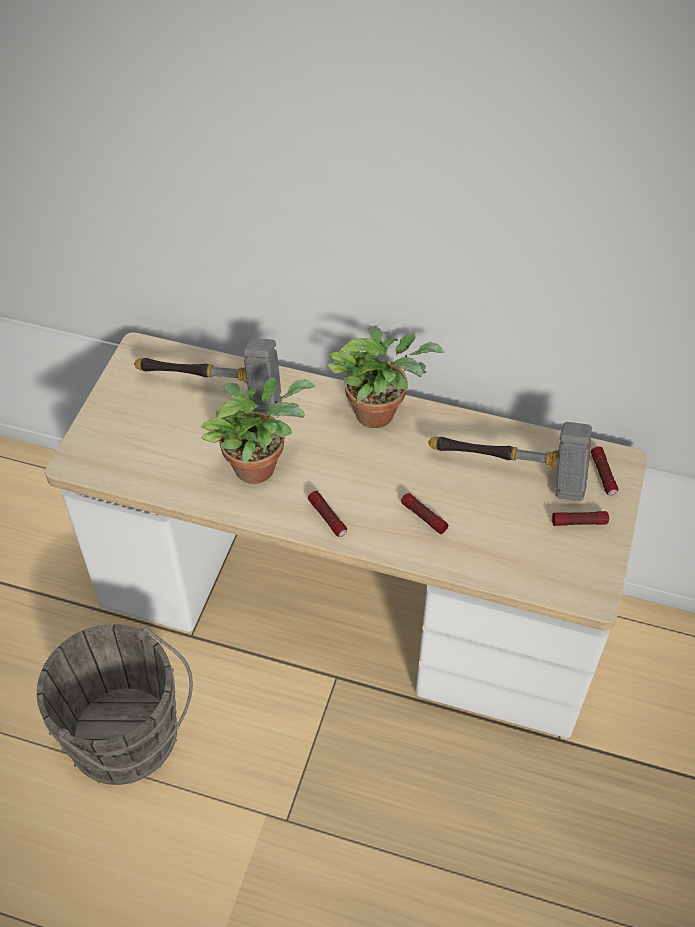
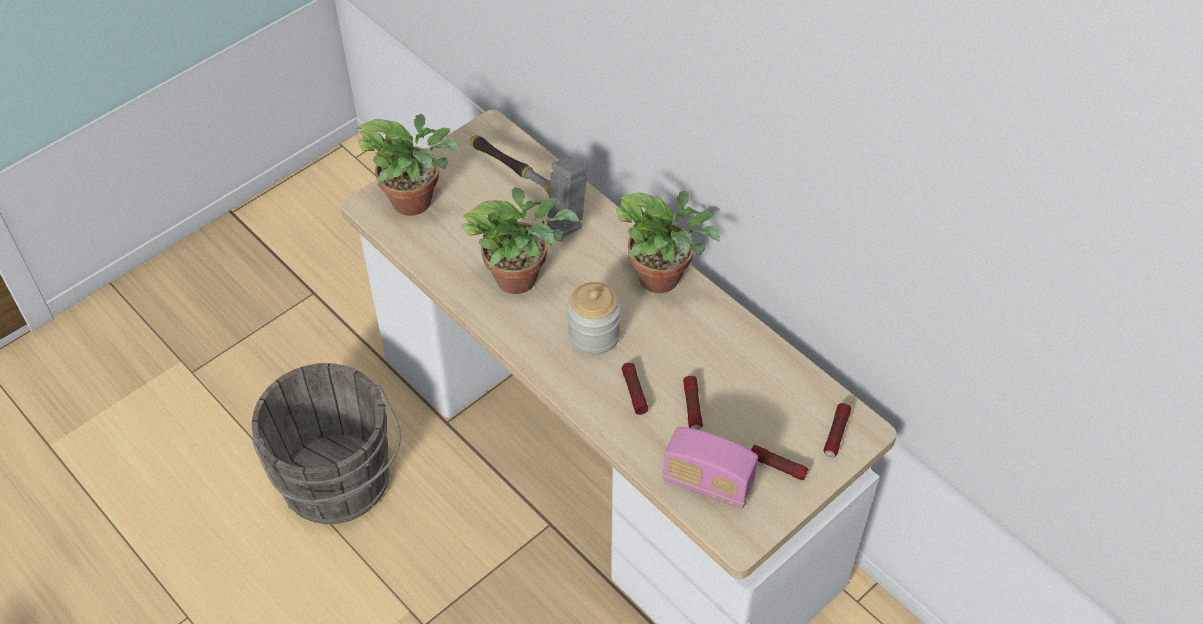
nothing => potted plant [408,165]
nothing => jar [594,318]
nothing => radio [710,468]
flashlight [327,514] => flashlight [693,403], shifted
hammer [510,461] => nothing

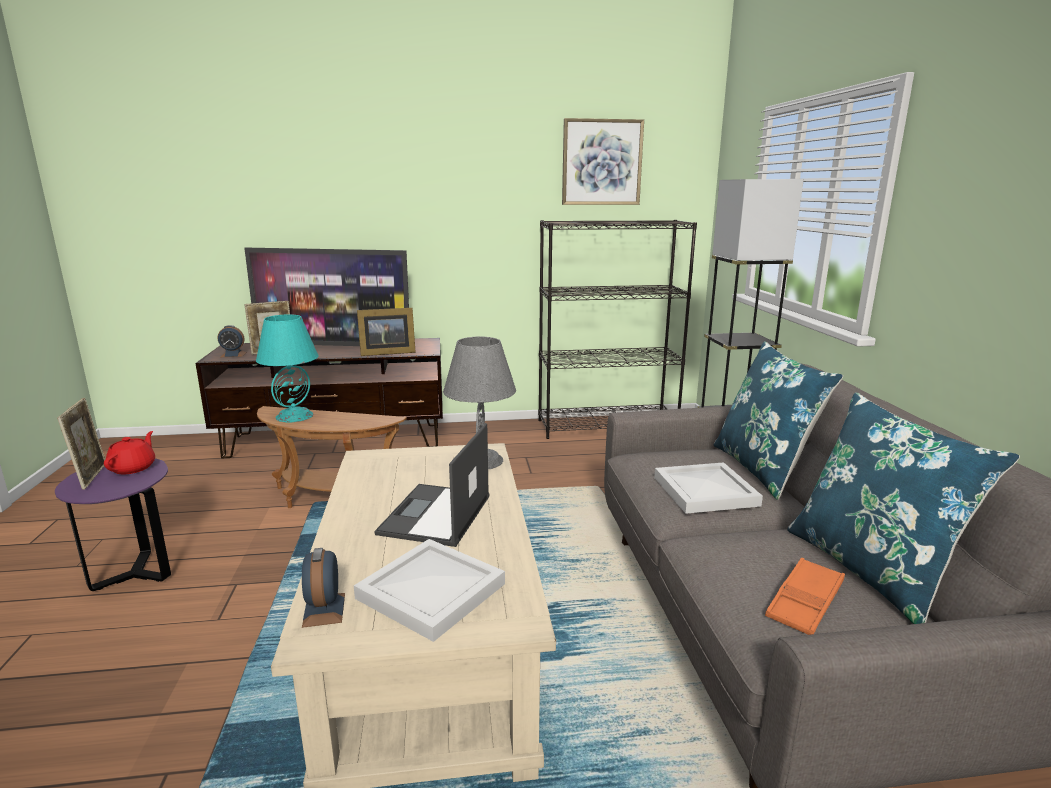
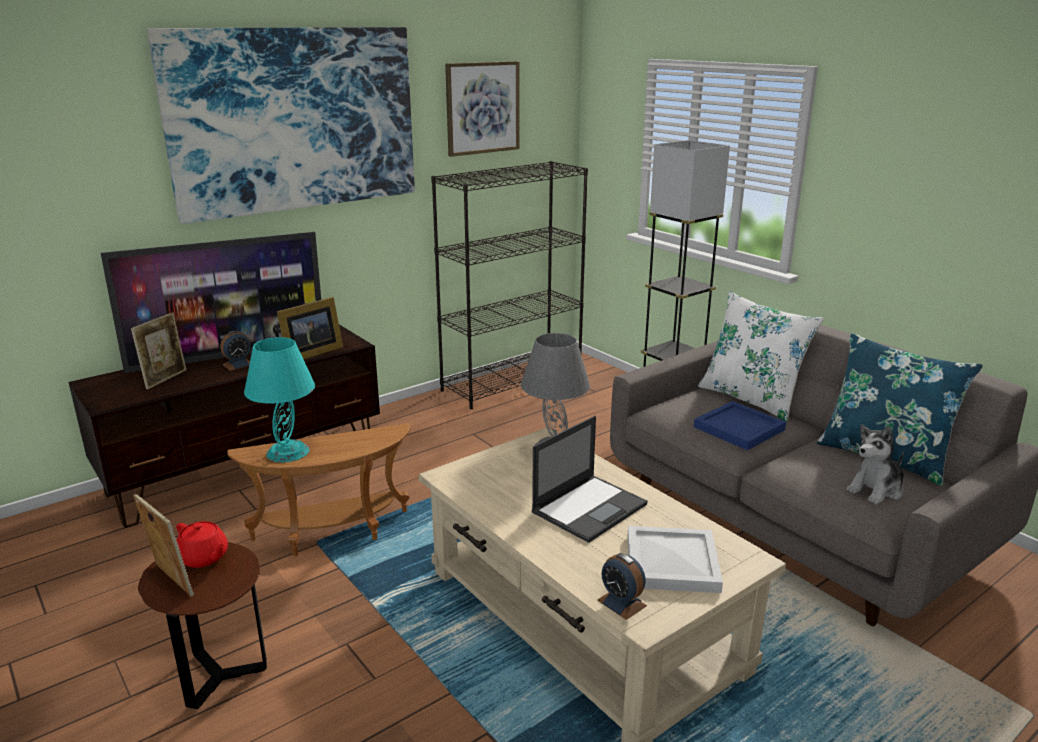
purple side table [113,525] => brown side table [202,625]
nothing => picture [281,125]
red teapot [129,452] => red teapot [202,544], 150 degrees clockwise
alarm clock [232,341] => alarm clock [235,350], shifted
laptop [431,485] => laptop [590,479], 120 degrees counterclockwise
white tray [708,488] => blue tray [740,425]
blue pillow [778,420] => white pillow [761,357]
orange tray [805,596] => plush toy [875,464]

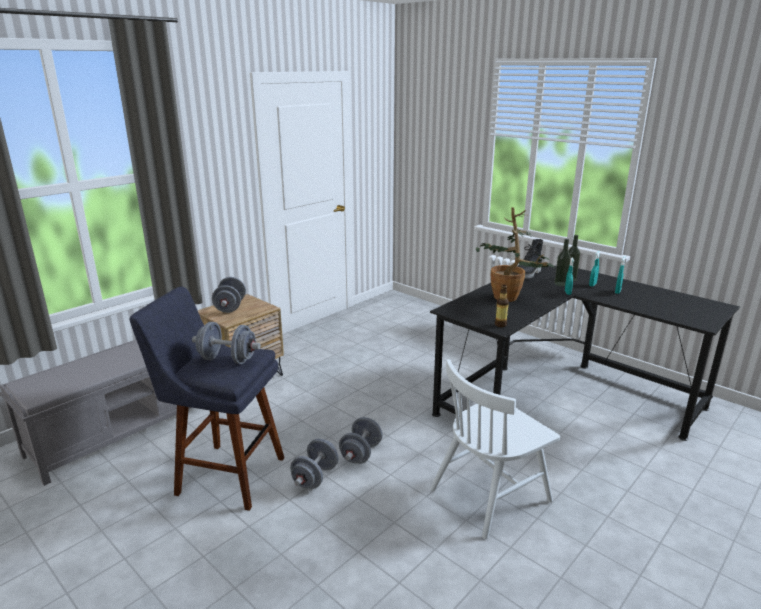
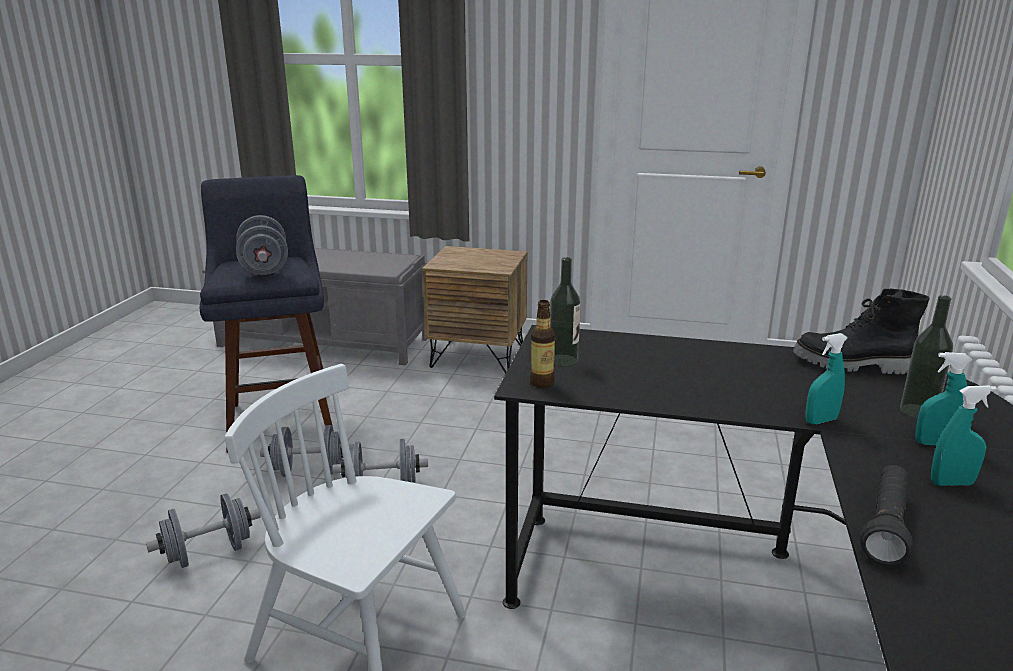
grey dumbbell [229,295] => grey dumbbell [203,530], shifted
bottle [562,262] => bottle [565,312], shifted
nothing => black flashlight [886,515]
potted plant [515,254] => nothing

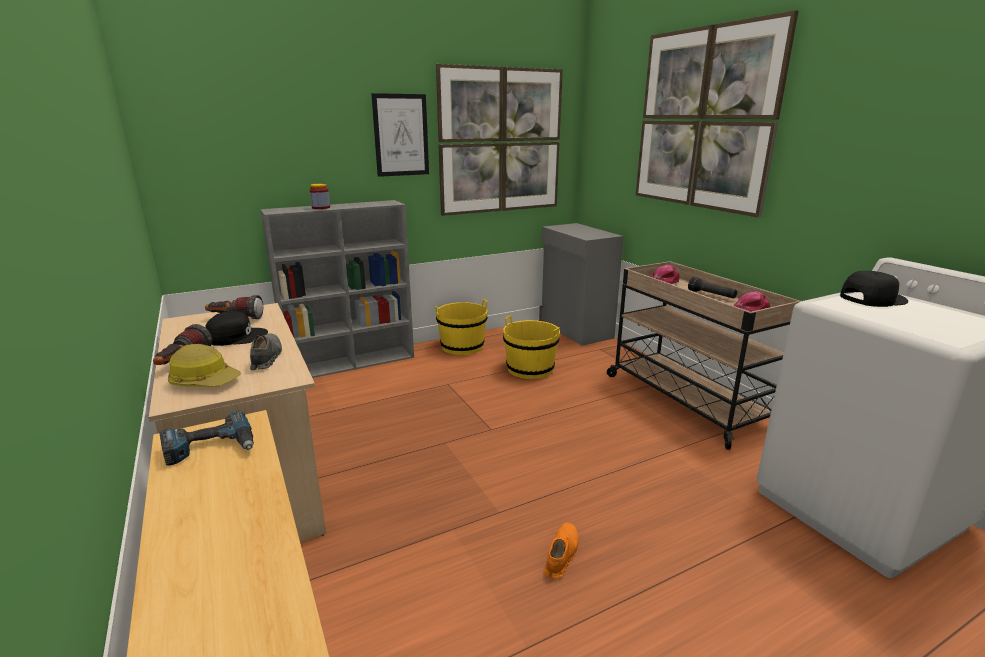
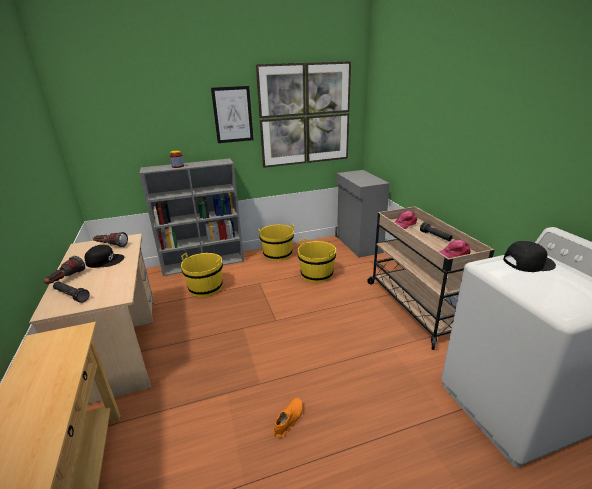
hard hat [204,365] => black flashlight [71,292]
nothing => yellow bucket [202,275]
power drill [206,438] => nothing
grey shoe [266,352] => nothing
picture [717,114] => nothing

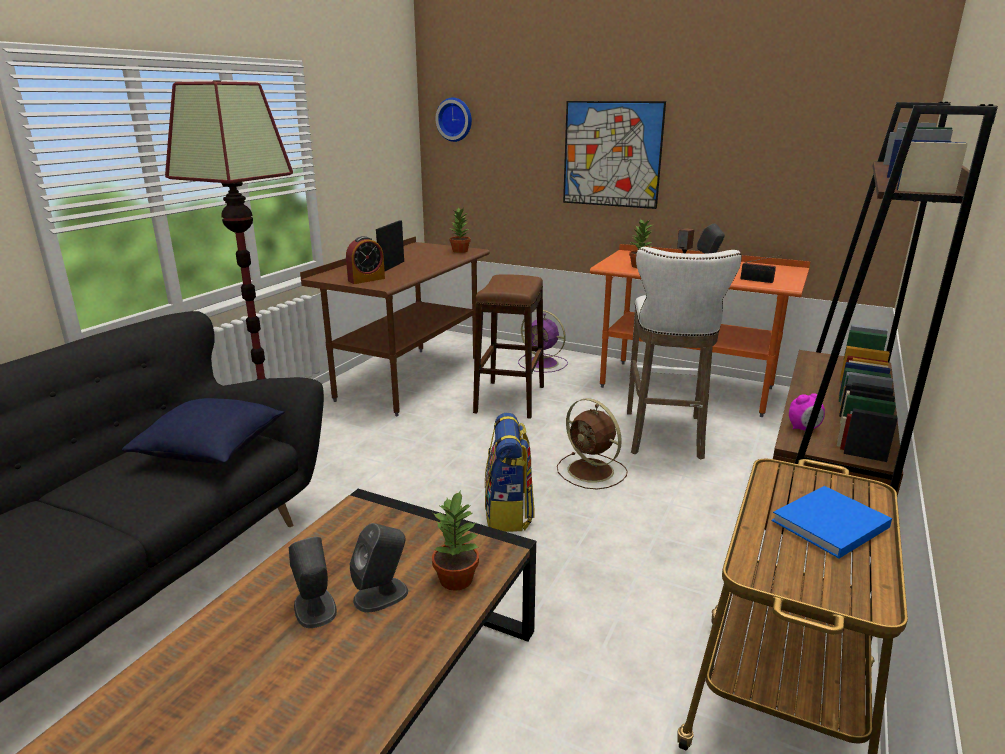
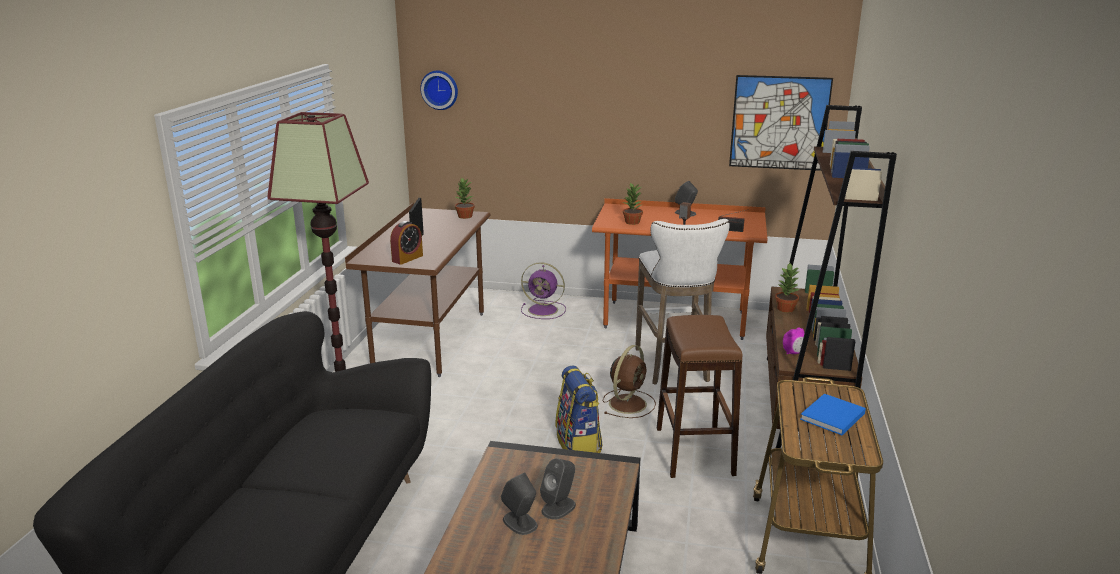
brown fan [592,443] => brown fan [629,381], 90 degrees counterclockwise
brown stool [508,346] => brown stool [699,396], shifted
picture [614,155] => picture [781,123], shifted
potted plant [455,541] => potted plant [787,288], shifted
blue pillow [203,431] => nothing

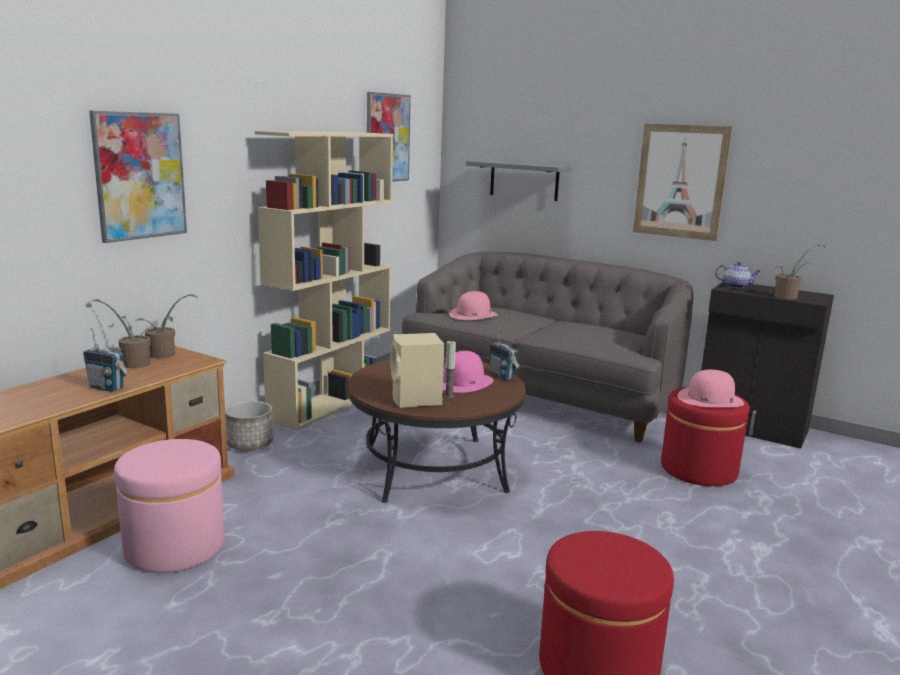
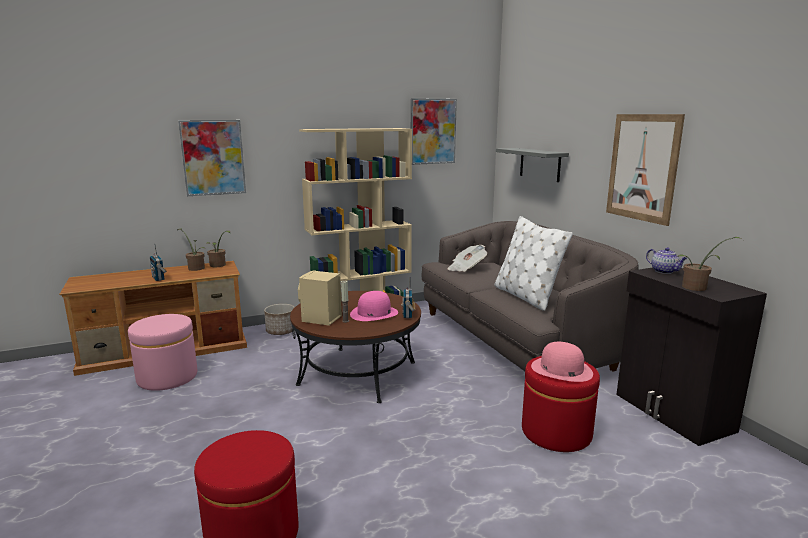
pink hat [473,305] => newspaper [467,258]
nothing => white pillow [533,263]

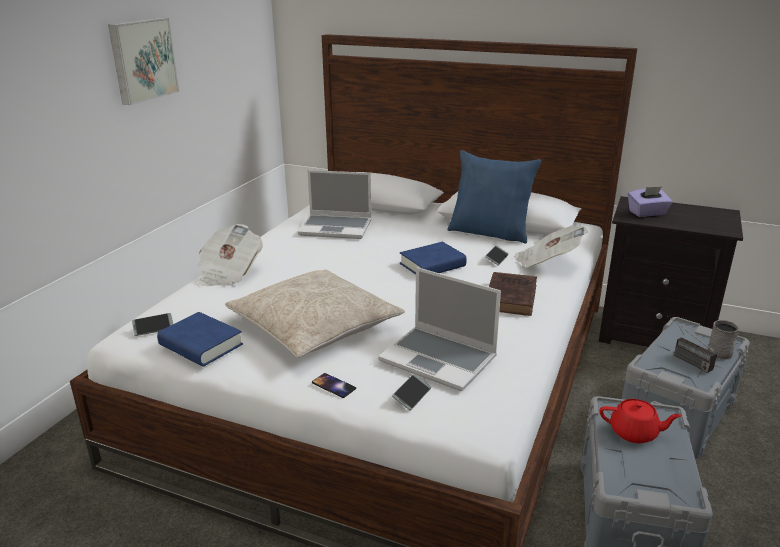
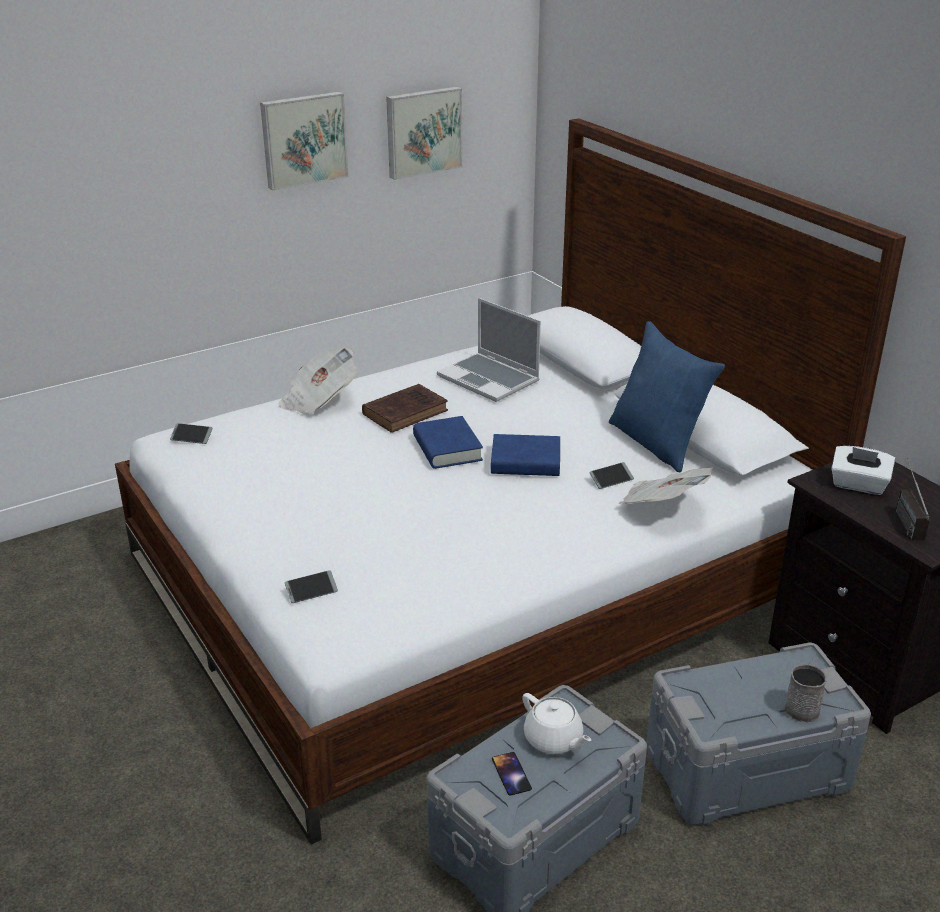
brown book [513,294] => brown book [405,408], shifted
nothing => picture [424,133]
blue book [200,339] => blue book [448,442], shifted
phone [334,385] => phone [512,774], shifted
red teapot [640,421] => white teapot [556,723]
purple tissue box [650,201] => white tissue box [863,470]
radio [692,344] => radio [913,499], shifted
beige pillow [315,314] => nothing
laptop [439,329] => nothing

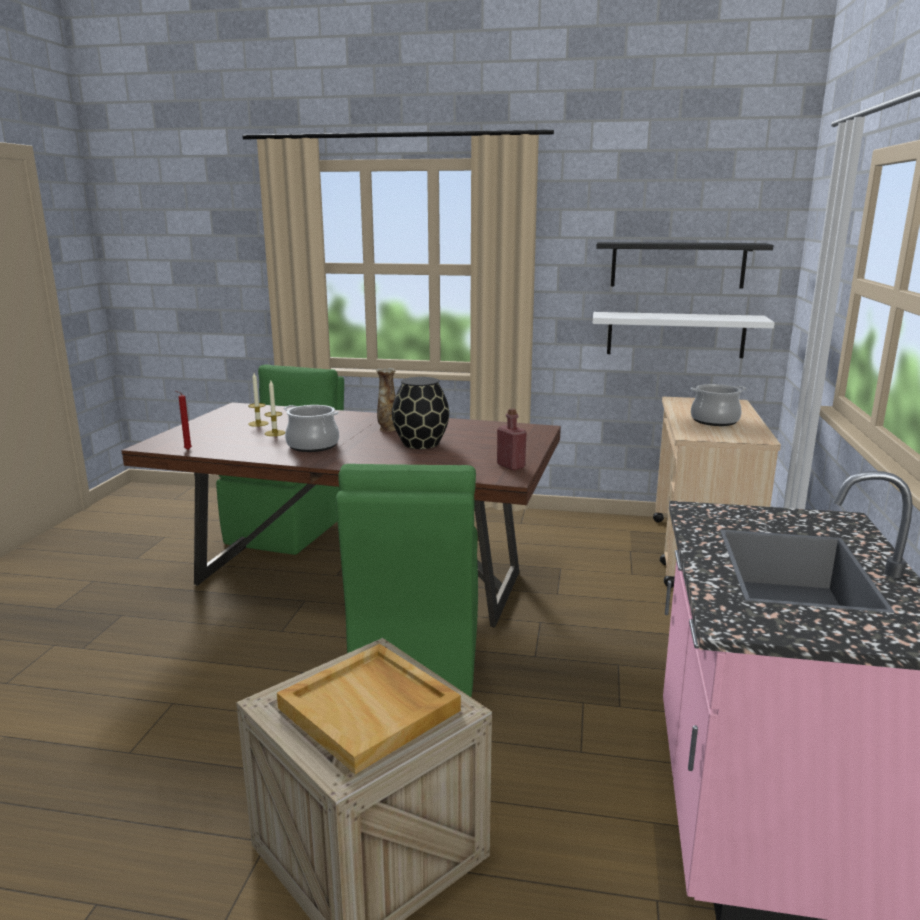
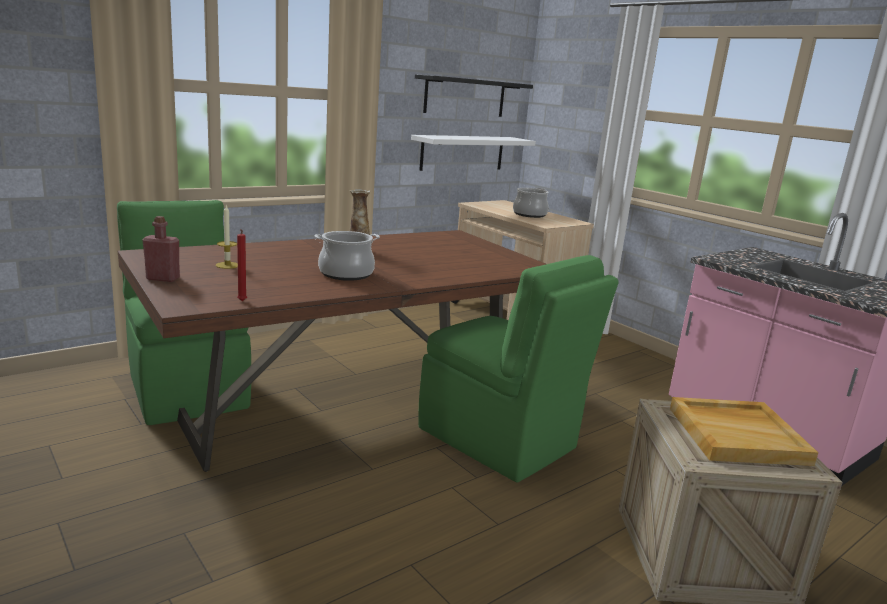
red bottle [512,439] => red bottle [161,249], shifted
candle [274,408] => nothing
black vase [420,413] => nothing

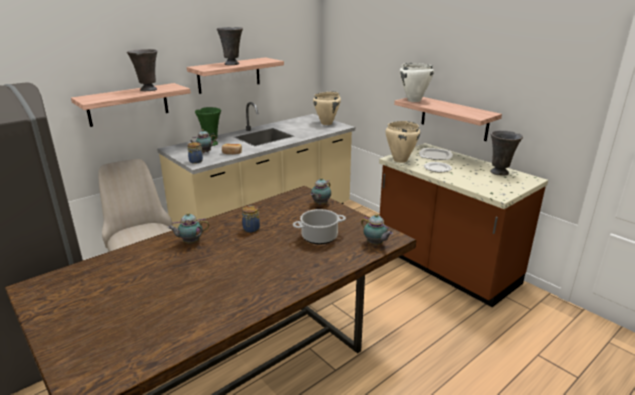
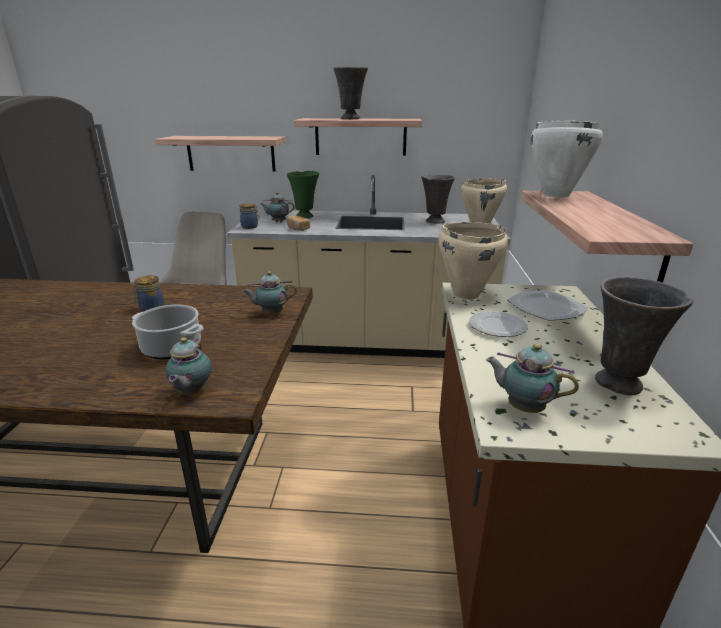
grey vase [142,70] => grey vase [438,199], shifted
teapot [188,228] => teapot [532,378], shifted

